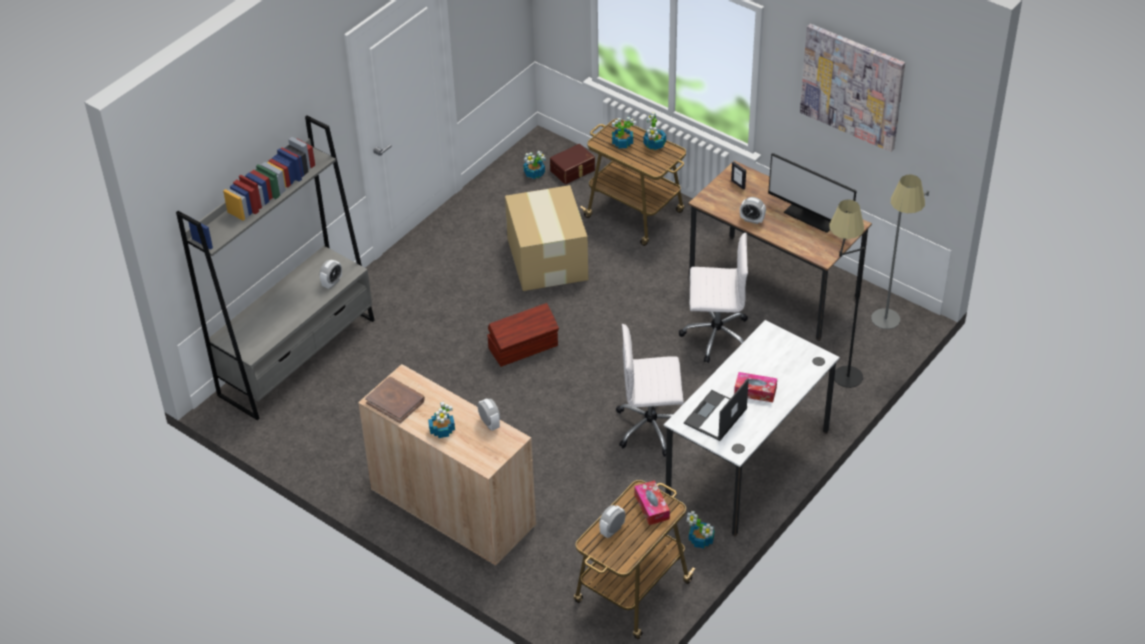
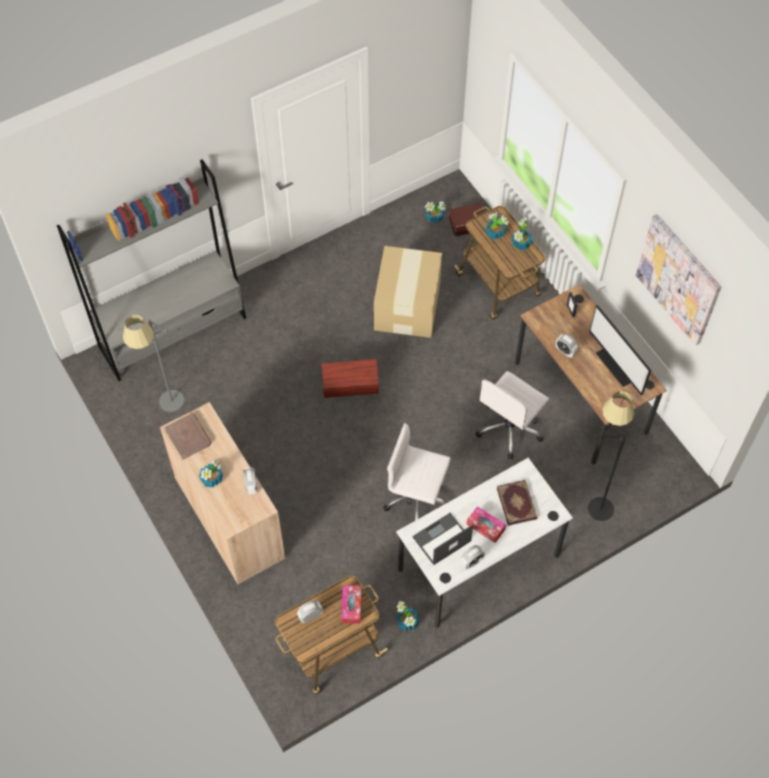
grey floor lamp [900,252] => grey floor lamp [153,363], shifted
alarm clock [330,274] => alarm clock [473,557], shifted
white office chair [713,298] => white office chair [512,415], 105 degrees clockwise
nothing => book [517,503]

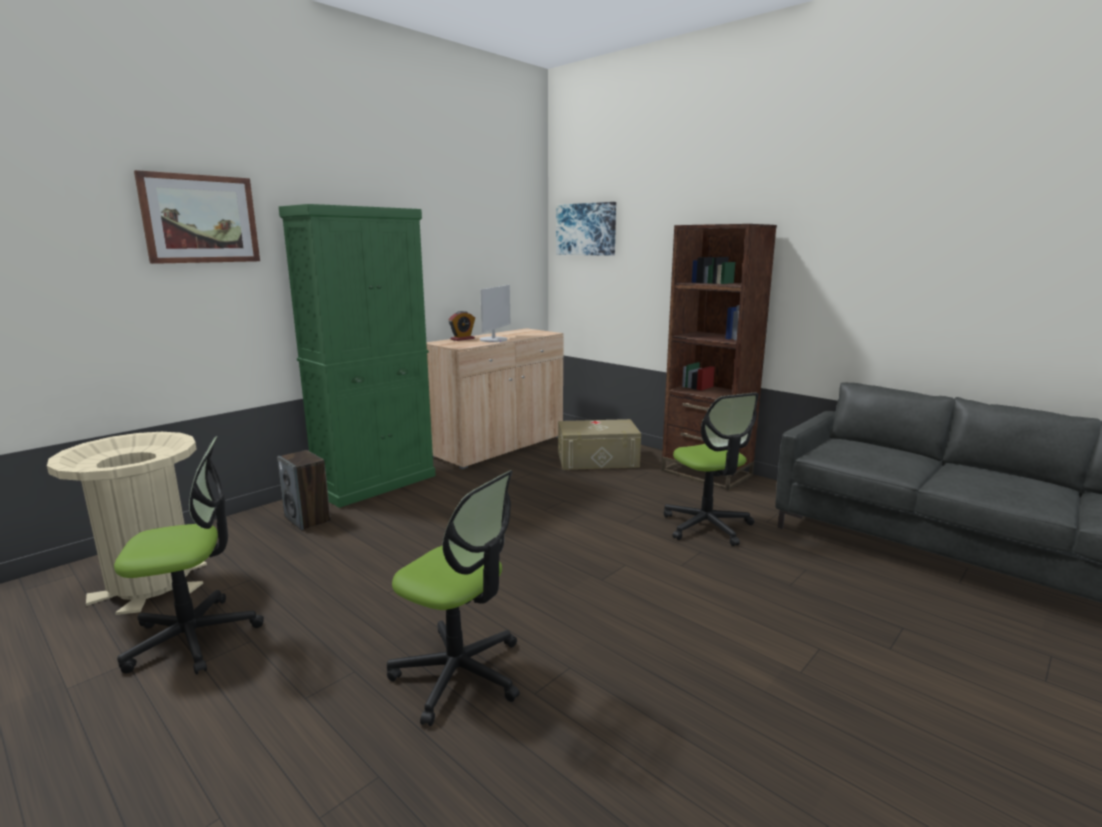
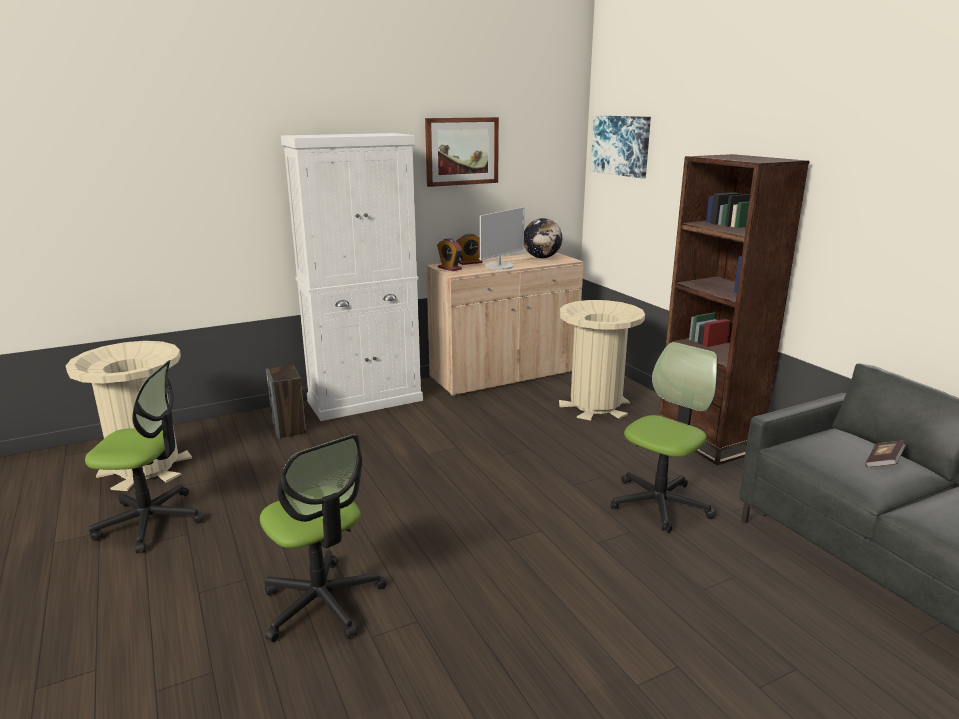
green cabinet [357,356] => white cabinet [352,277]
picture [197,217] => picture [462,152], shifted
nothing => alarm clock [449,254]
nothing => globe [543,238]
beige storage box [599,444] => beige trash can [602,360]
office chair [711,469] => office chair [664,437], 135 degrees counterclockwise
nothing => book [885,454]

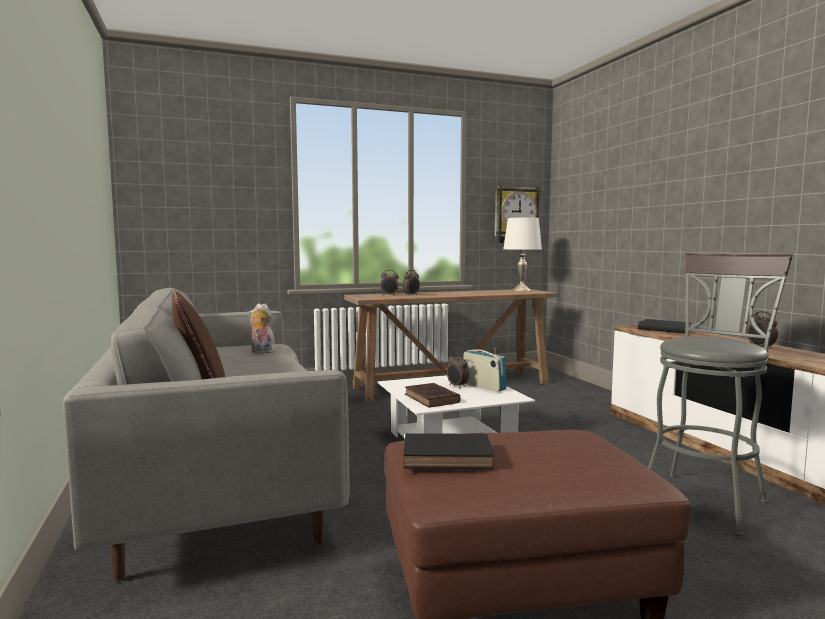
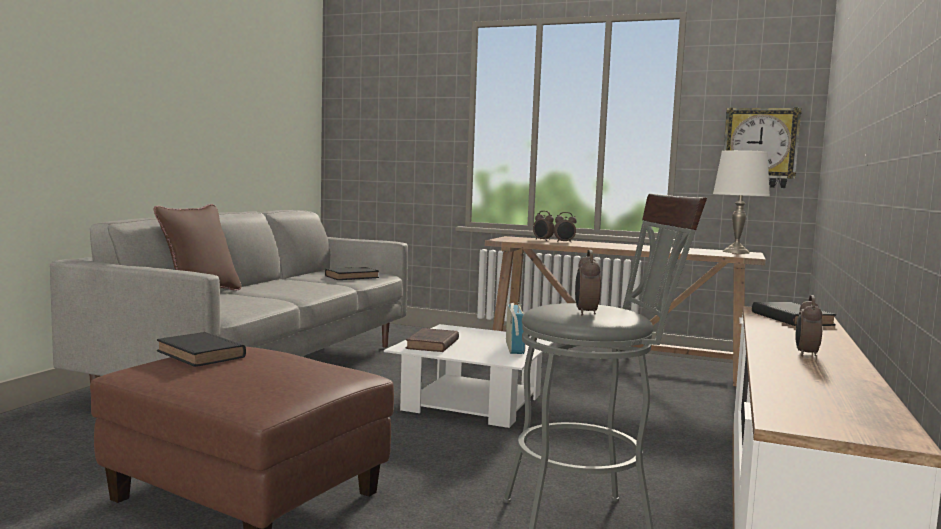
plush toy [263,328] => black book [352,273]
alarm clock [458,370] => alarm clock [588,282], shifted

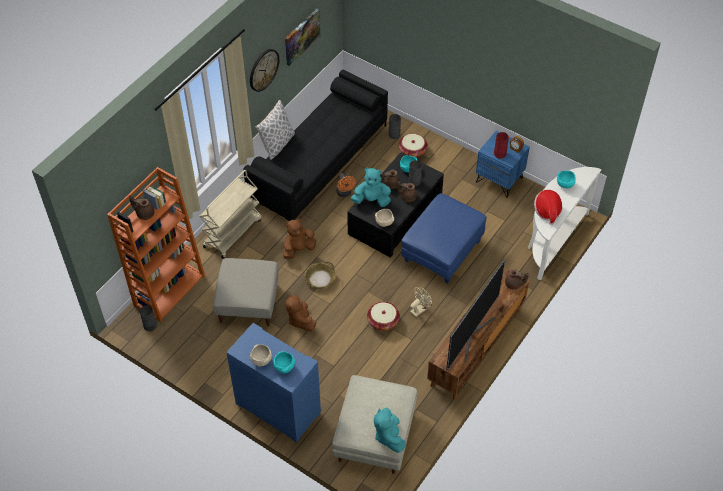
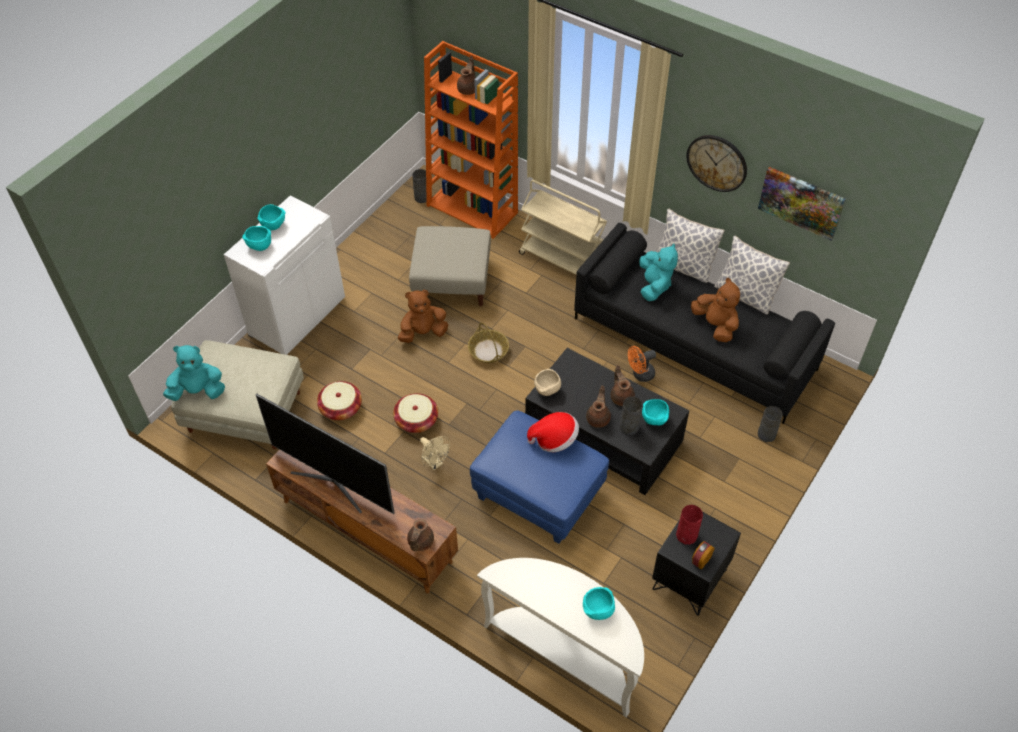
blue cabinet [273,383] => white cabinet [284,275]
beige bowl [261,355] => turquoise bowl [271,217]
basket [413,146] => basket [339,400], shifted
hat [548,207] => hat [553,432], shifted
turquoise plush toy [371,187] => turquoise plush toy [658,272], shifted
blue nightstand [503,164] => black nightstand [696,564]
brown plush toy [299,238] => brown plush toy [715,310], shifted
nothing => pillow [752,274]

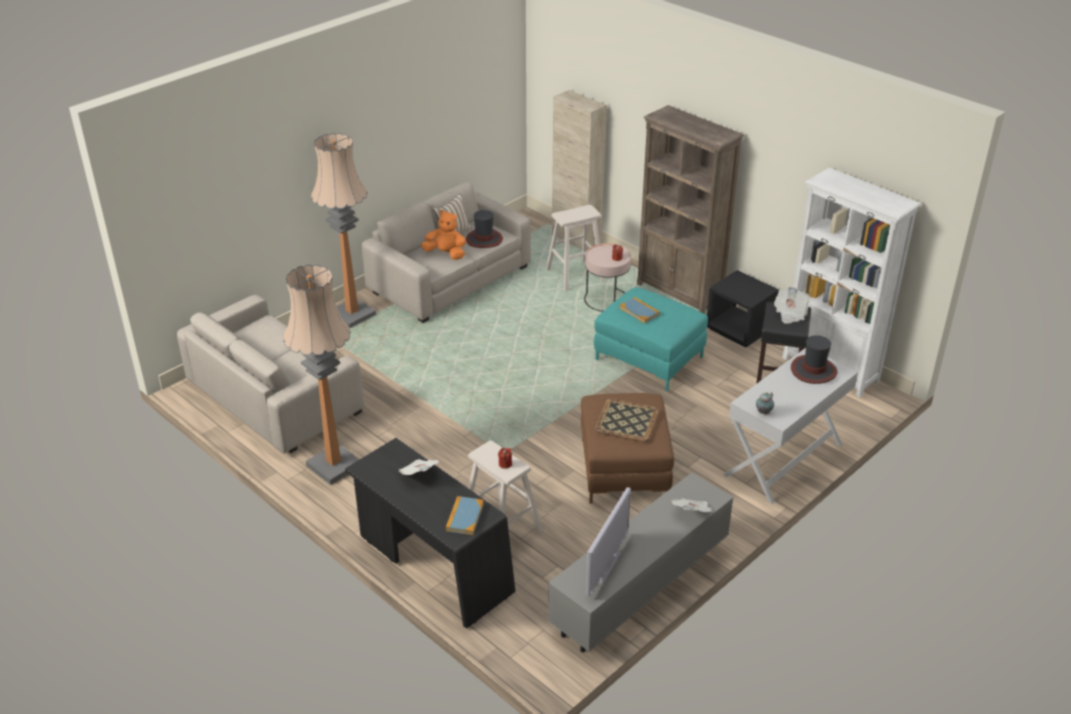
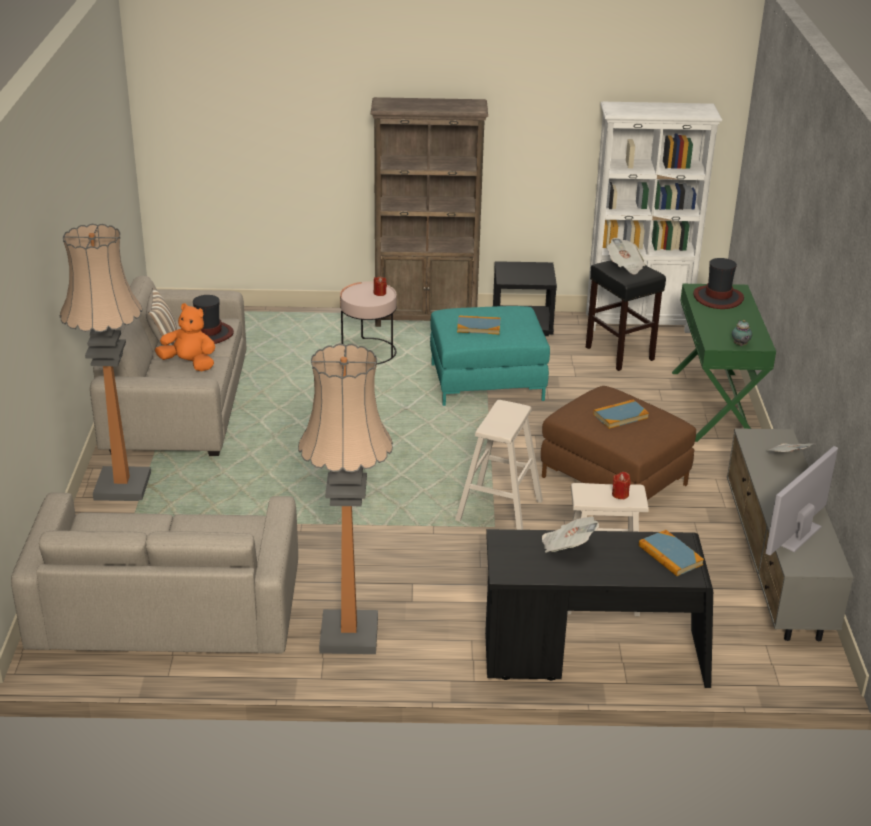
orange plush toy [443,235] => orange plush toy [185,337], 45 degrees clockwise
beige stool [575,248] => beige stool [499,465], shifted
tray [627,420] => book [621,414]
white console table [790,426] => green console table [724,363]
television [608,541] => television [802,500], 120 degrees counterclockwise
beige cabinet [579,170] => nothing

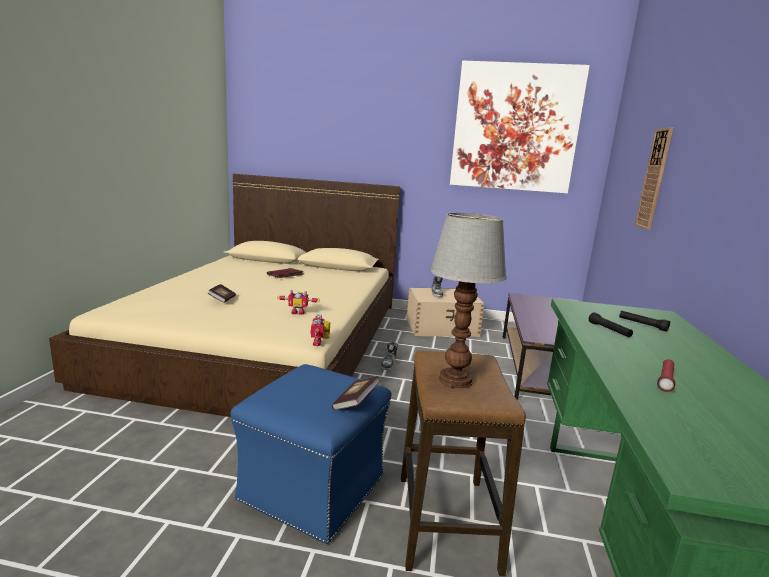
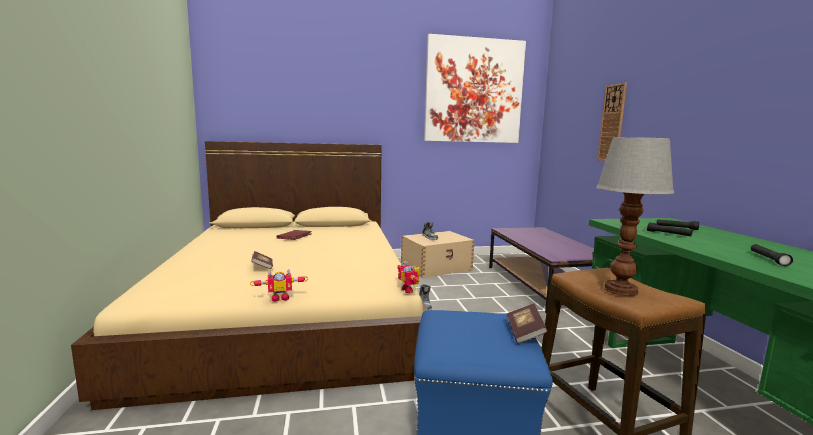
toy robot [298,302] => toy robot [279,285], shifted
red flashlight [666,375] => black flashlight [772,255]

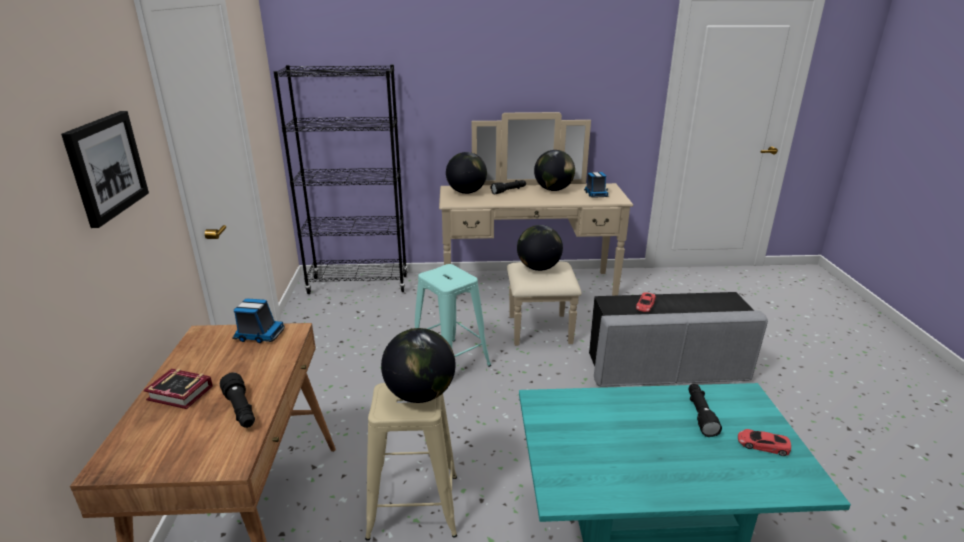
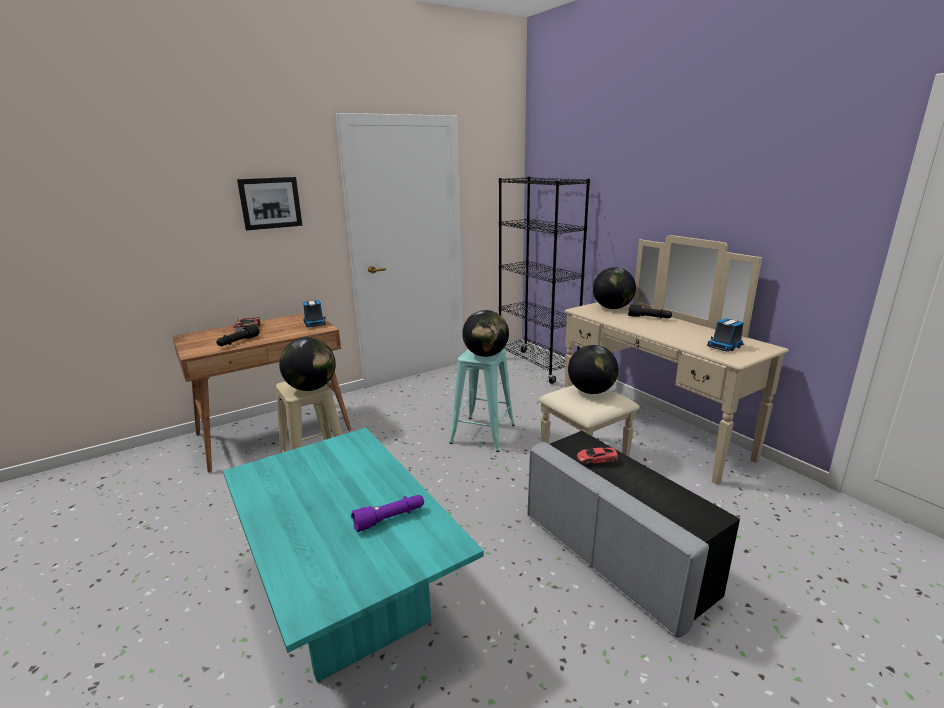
black flashlight [705,410] => purple flashlight [387,513]
globe [554,170] => globe [485,333], shifted
red toy car [764,442] => nothing

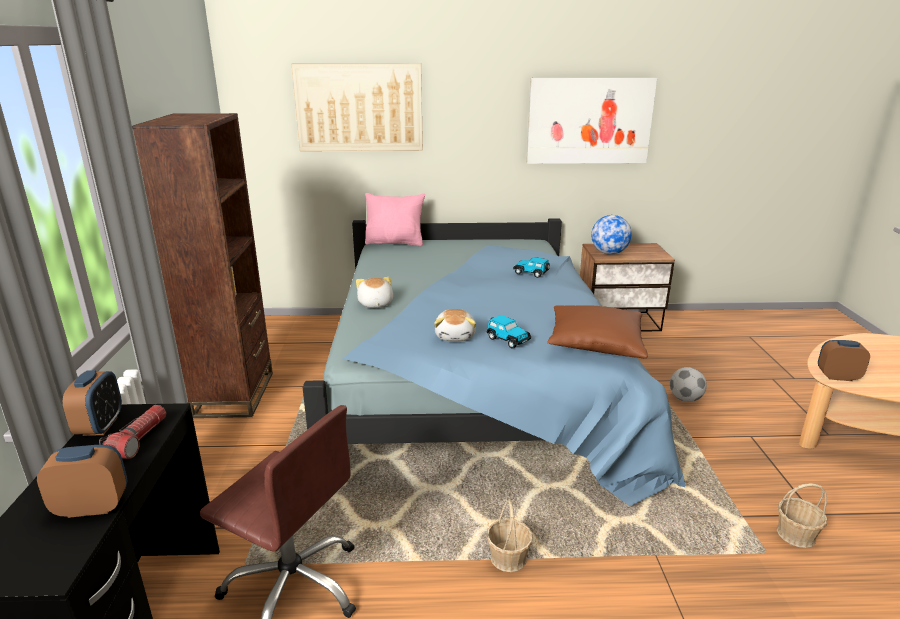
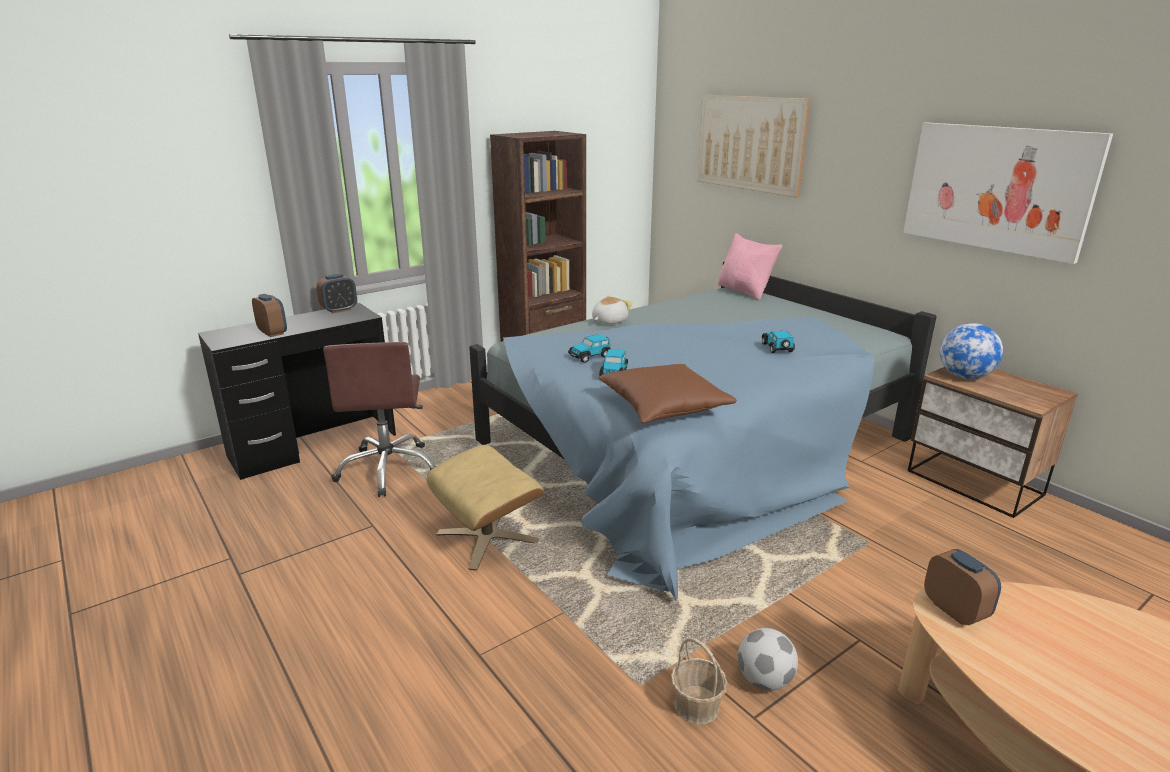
basket [510,536] => beige ottoman [485,508]
plush toy [455,325] => toy car [589,348]
football [688,384] => football [768,659], shifted
flashlight [133,432] => nothing

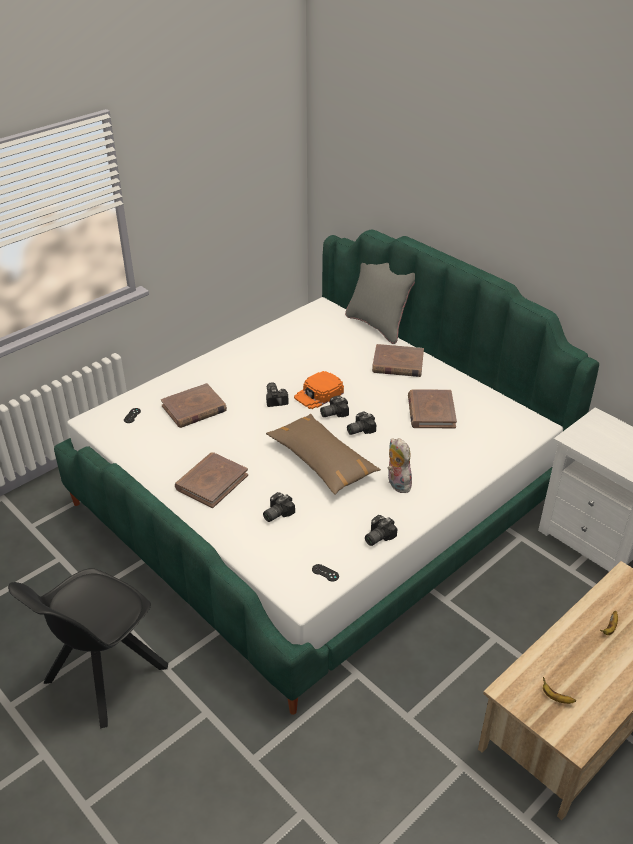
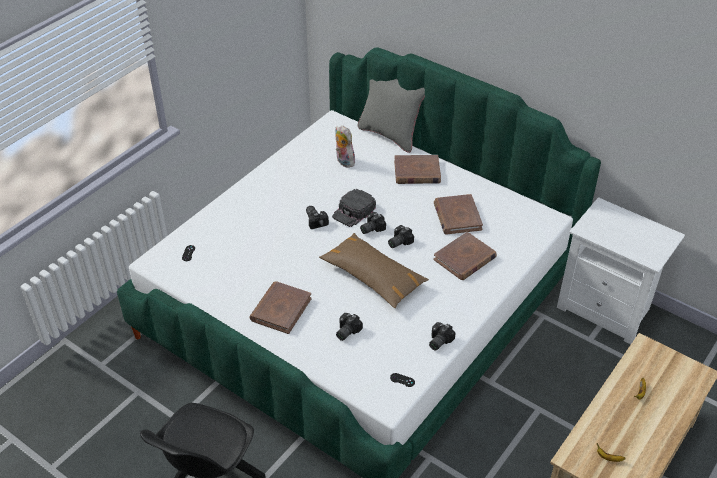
orange cap [319,390] => black cap [354,208]
plush toy [400,465] => plush toy [345,146], shifted
brown book [194,405] => brown book [465,256], shifted

